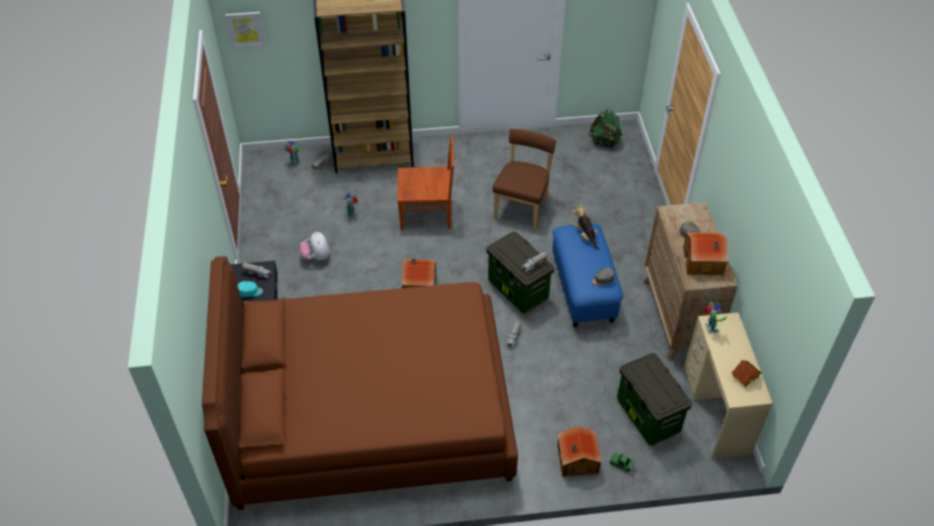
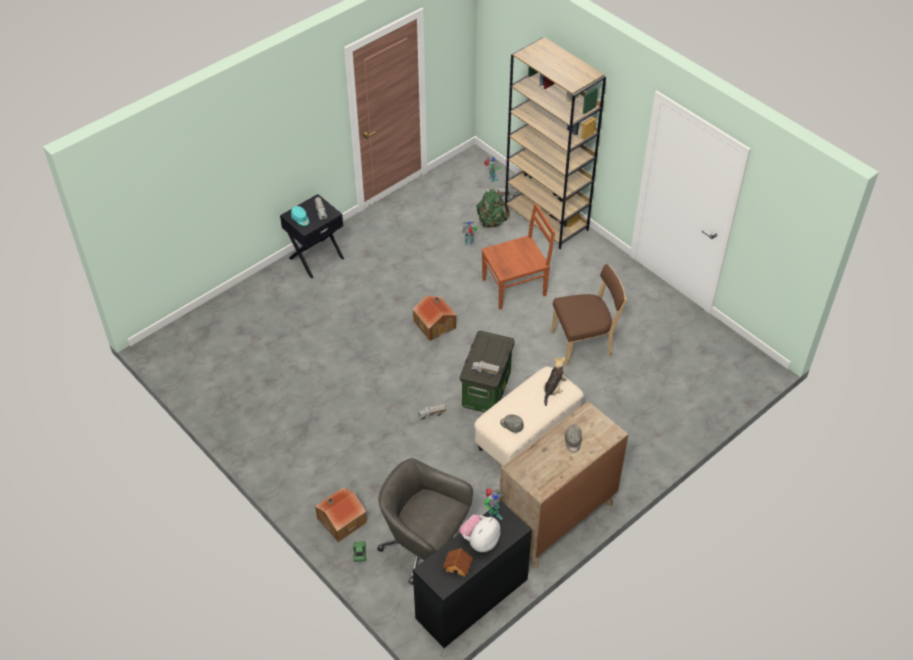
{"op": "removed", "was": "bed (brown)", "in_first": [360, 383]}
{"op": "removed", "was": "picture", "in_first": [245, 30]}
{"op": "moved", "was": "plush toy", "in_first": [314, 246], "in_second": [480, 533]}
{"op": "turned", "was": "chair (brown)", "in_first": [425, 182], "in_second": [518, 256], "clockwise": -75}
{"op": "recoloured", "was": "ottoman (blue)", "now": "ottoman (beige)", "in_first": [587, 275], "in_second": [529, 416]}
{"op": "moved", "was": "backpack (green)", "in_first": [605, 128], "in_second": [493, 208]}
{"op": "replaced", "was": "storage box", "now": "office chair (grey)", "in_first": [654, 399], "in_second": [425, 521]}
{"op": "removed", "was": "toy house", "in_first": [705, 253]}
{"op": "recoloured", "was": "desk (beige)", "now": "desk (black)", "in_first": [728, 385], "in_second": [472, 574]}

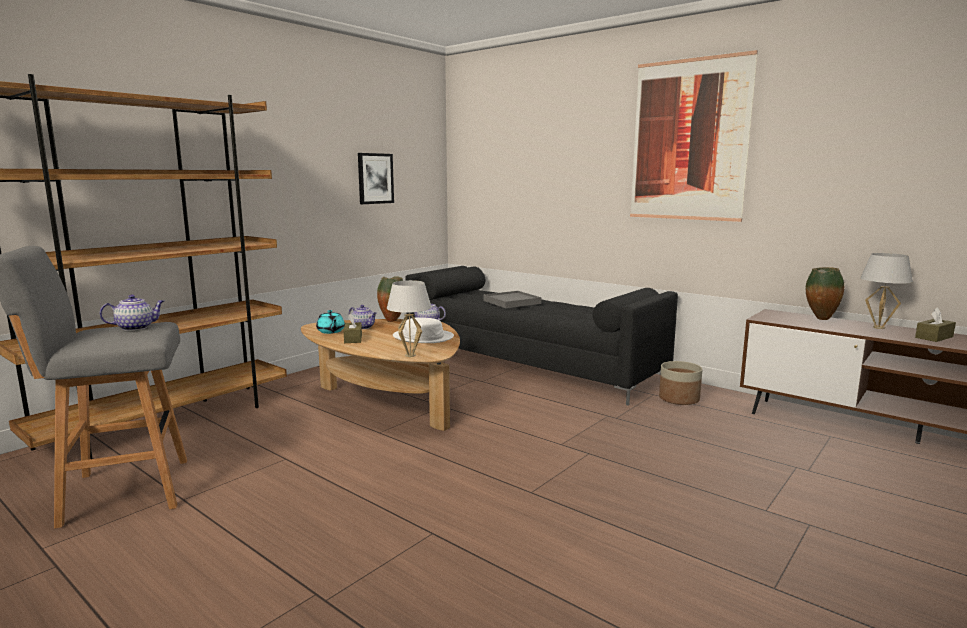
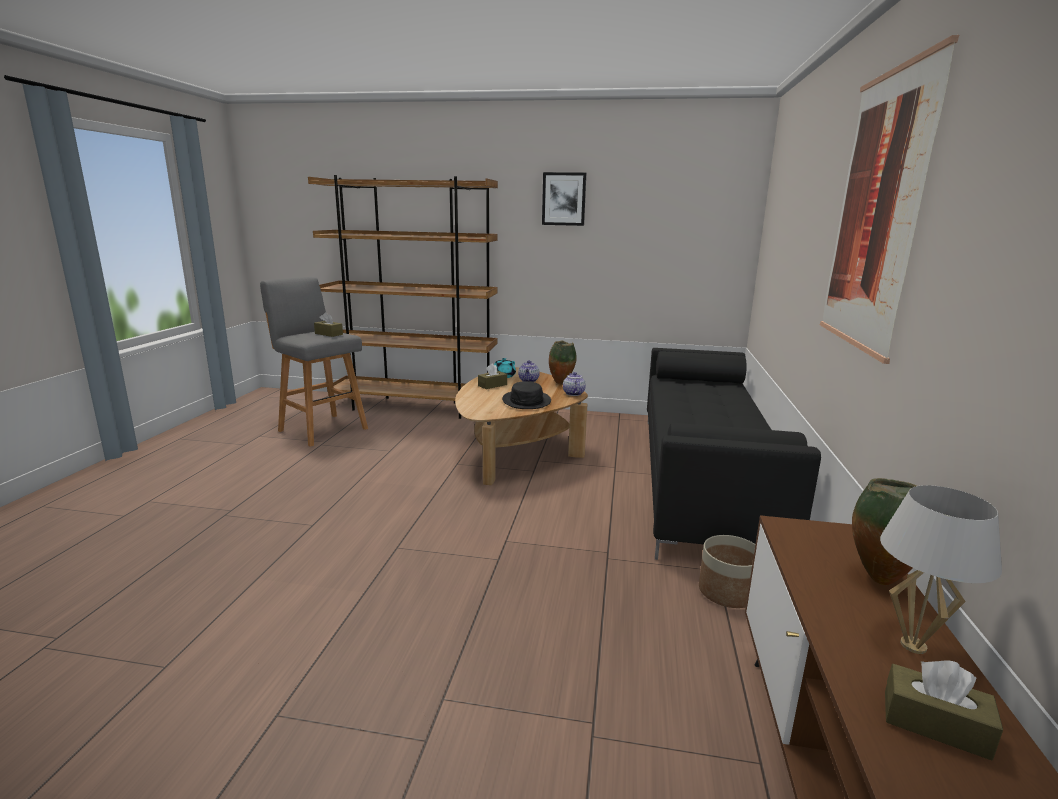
{"op": "replaced", "was": "teapot", "now": "tissue box (brown)", "in_first": [132, 313], "in_second": [328, 324]}
{"op": "moved", "was": "picture", "in_first": [376, 178], "in_second": [564, 199]}
{"op": "removed", "was": "table lamp (white)", "in_first": [409, 318]}
{"op": "recoloured", "was": "hat (white)", "now": "hat (black)", "in_first": [423, 330], "in_second": [526, 395]}
{"op": "removed", "was": "tray (grey)", "in_first": [512, 299]}

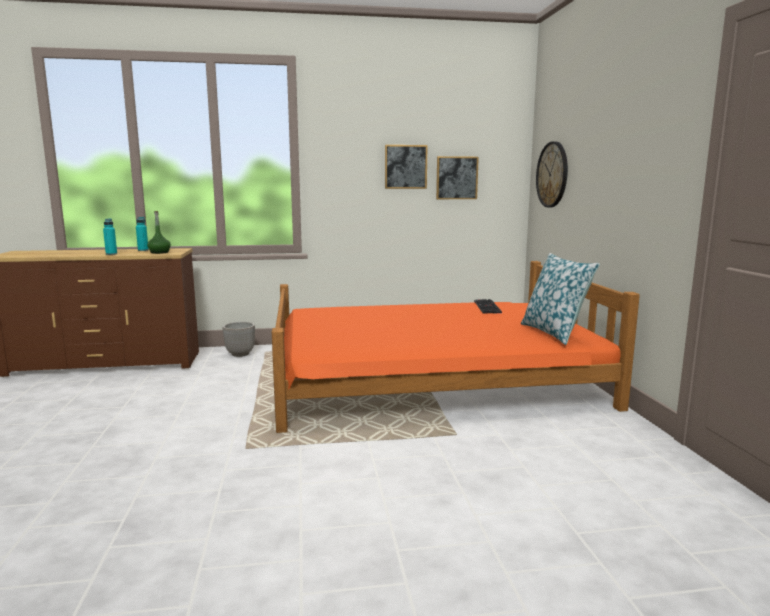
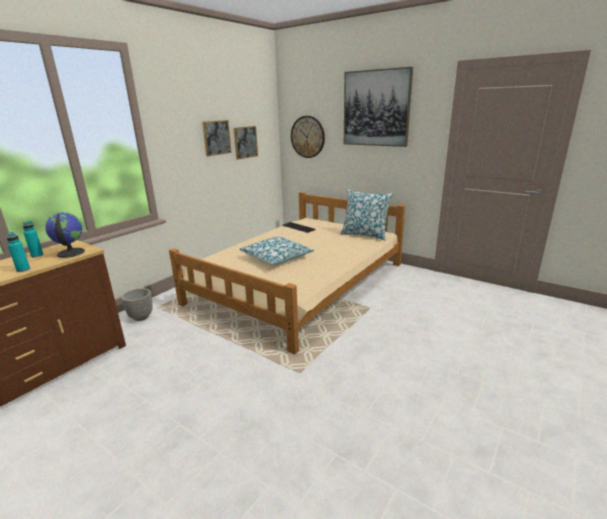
{"op": "replaced", "was": "bottle (green)", "now": "globe", "in_first": [159, 232], "in_second": [65, 235]}
{"op": "recoloured", "was": "bed (orange)", "now": "bed (beige)", "in_first": [456, 347], "in_second": [287, 273]}
{"op": "added", "now": "pillow", "in_second": [276, 251]}
{"op": "added", "now": "picture", "in_second": [378, 107]}

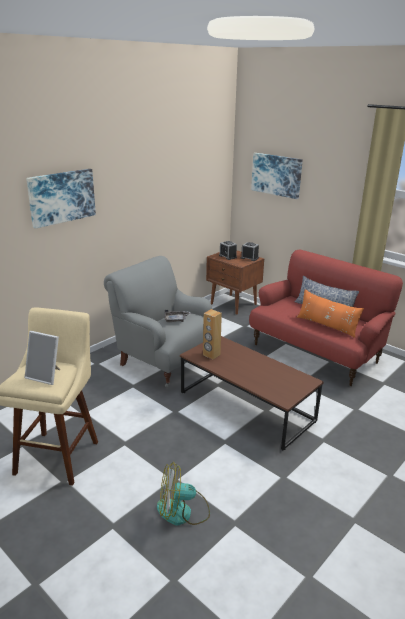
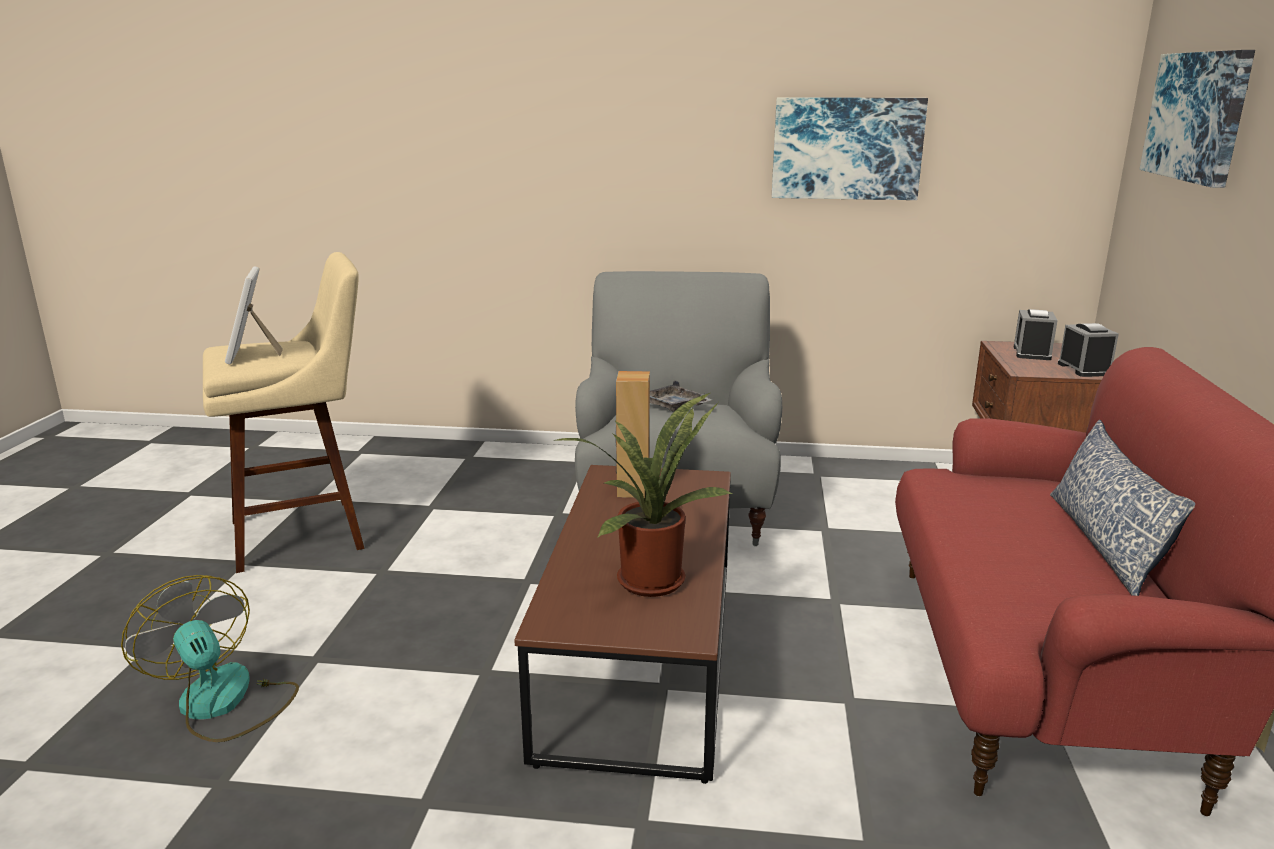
{"op": "moved", "was": "picture", "in_first": [61, 199], "in_second": [850, 148]}
{"op": "removed", "was": "pillow (orange)", "in_first": [330, 313]}
{"op": "added", "now": "potted plant", "in_second": [645, 495]}

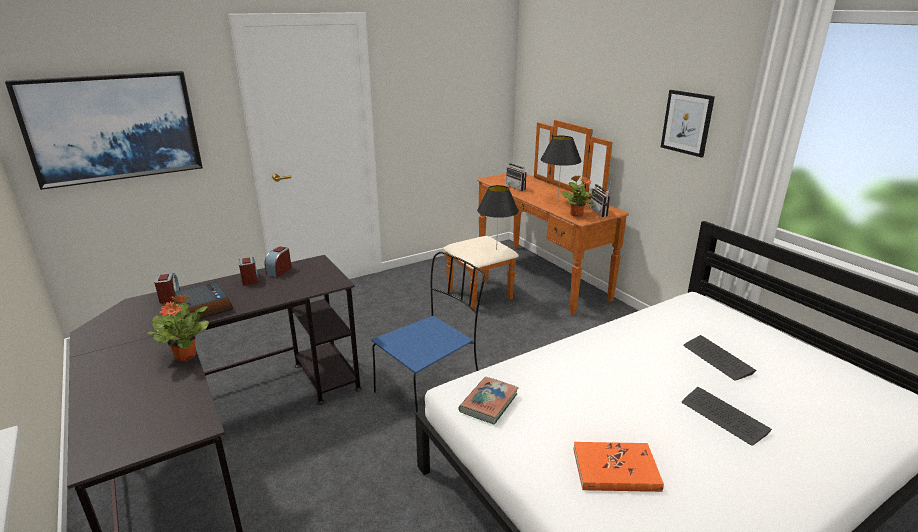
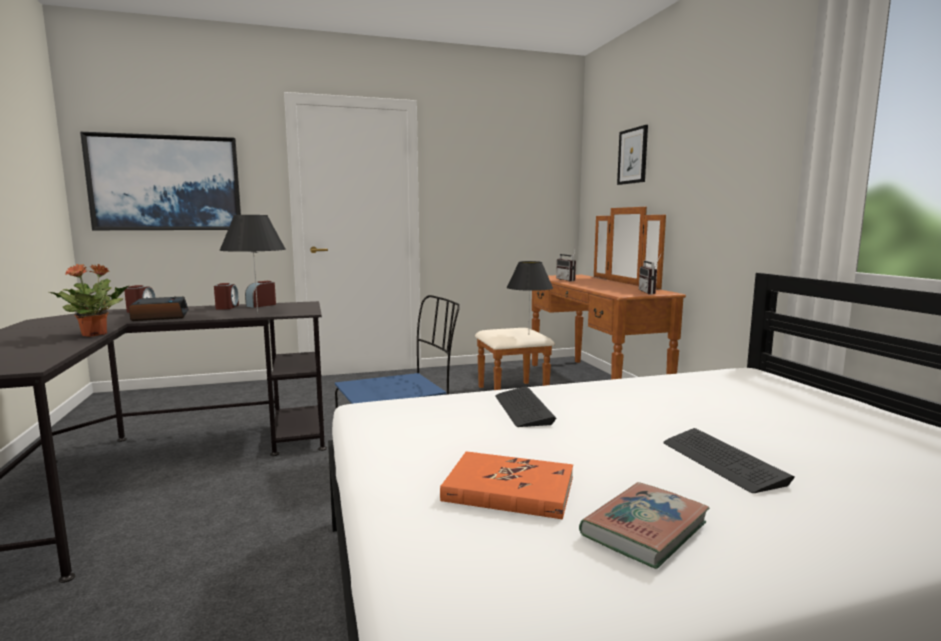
{"op": "moved", "was": "book", "in_first": [488, 401], "in_second": [644, 525]}
{"op": "moved", "was": "table lamp (black)", "in_first": [561, 165], "in_second": [252, 264]}
{"op": "removed", "was": "potted plant", "in_first": [578, 196]}
{"op": "moved", "was": "picture", "in_first": [688, 124], "in_second": [632, 155]}
{"op": "moved", "was": "keyboard", "in_first": [719, 358], "in_second": [526, 406]}

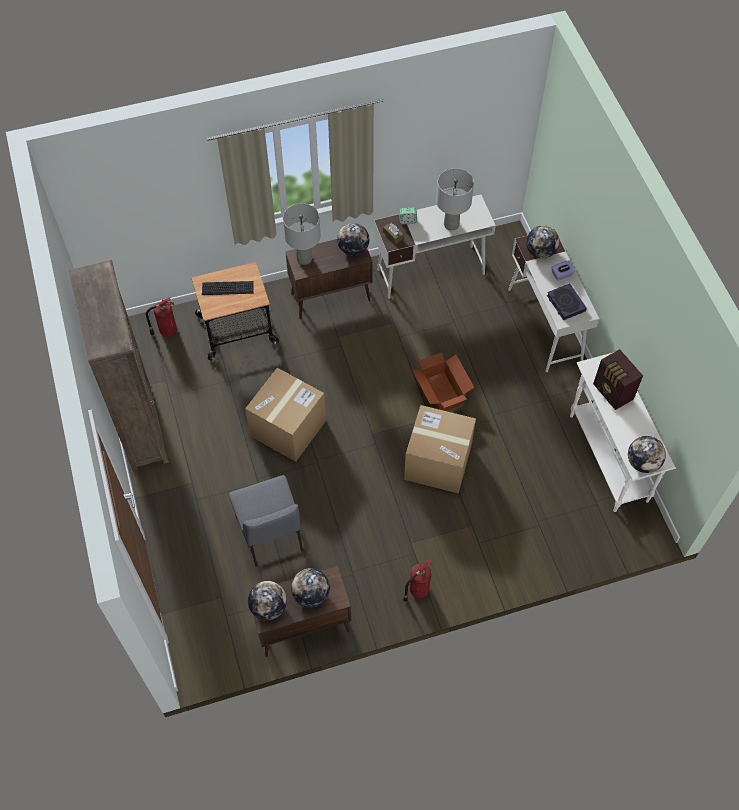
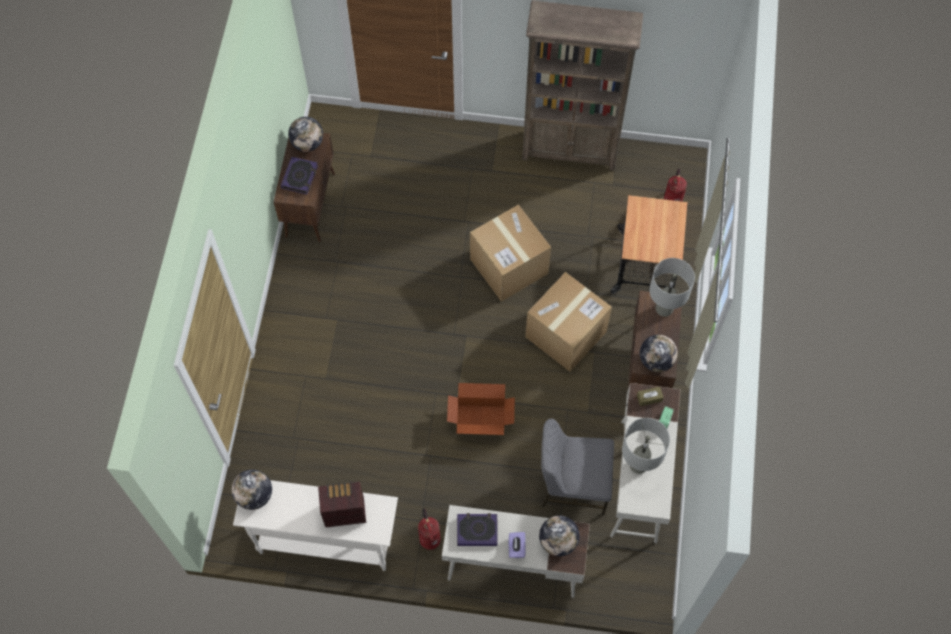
{"op": "removed", "was": "keyboard", "in_first": [228, 288]}
{"op": "moved", "was": "chair (grey)", "in_first": [266, 521], "in_second": [577, 466]}
{"op": "replaced", "was": "globe", "now": "book", "in_first": [310, 588], "in_second": [299, 175]}
{"op": "moved", "was": "fire extinguisher", "in_first": [418, 580], "in_second": [429, 529]}
{"op": "moved", "was": "cardboard box", "in_first": [440, 449], "in_second": [568, 322]}

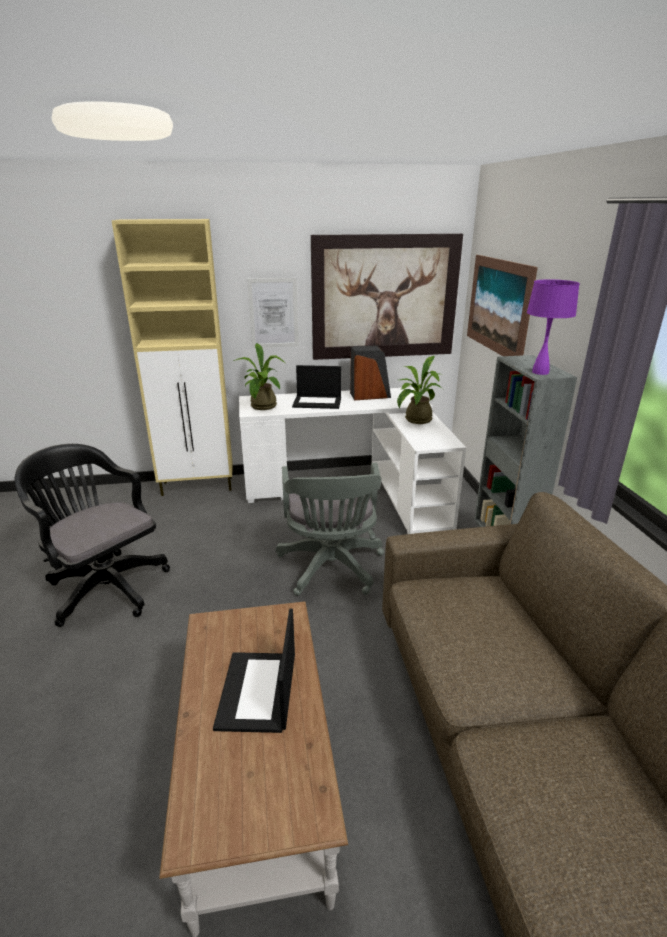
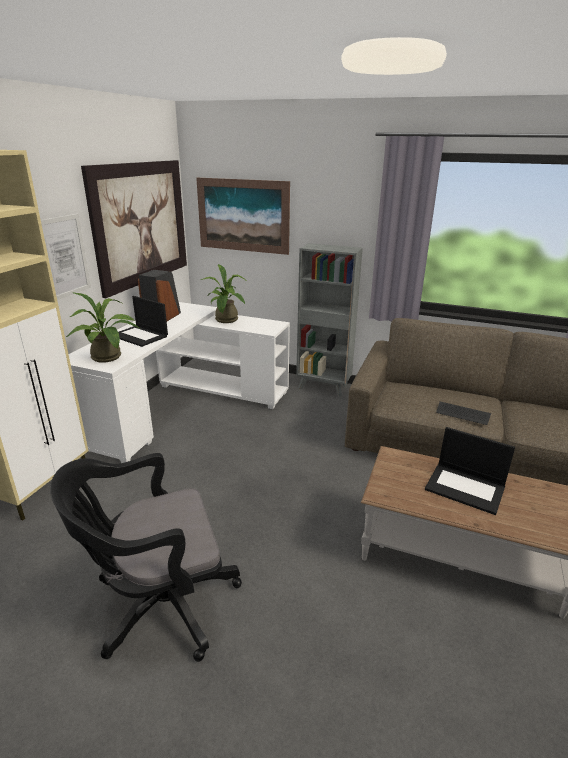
{"op": "removed", "was": "office chair (grey)", "in_first": [330, 529]}
{"op": "turned", "was": "laptop", "in_first": [316, 387], "in_second": [143, 321], "clockwise": 90}
{"op": "removed", "was": "table lamp (purple)", "in_first": [553, 327]}
{"op": "added", "now": "keyboard", "in_second": [463, 413]}

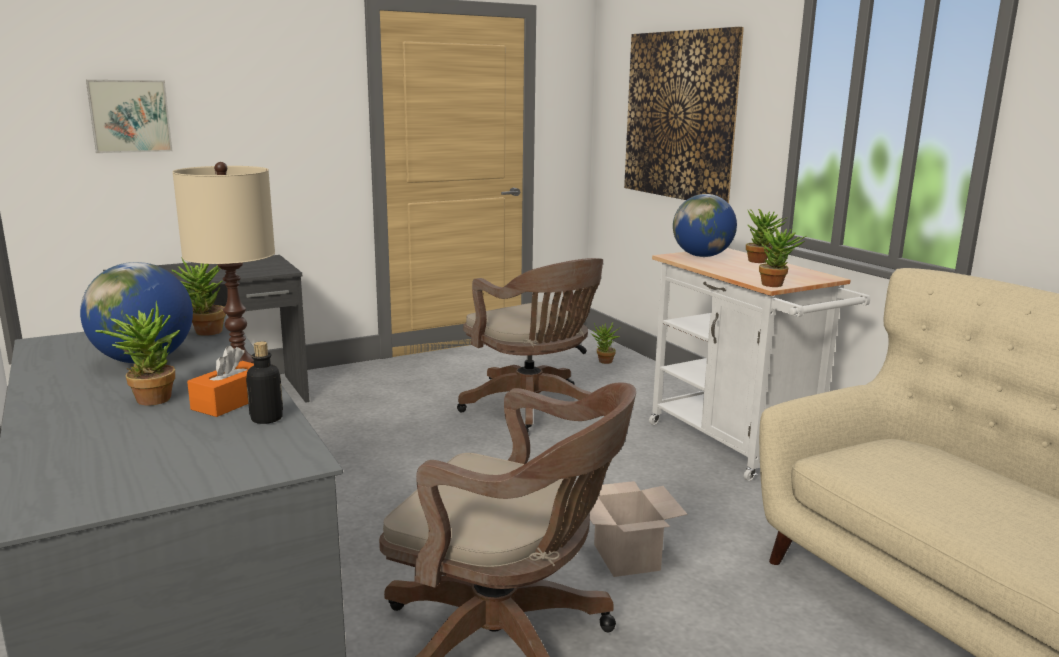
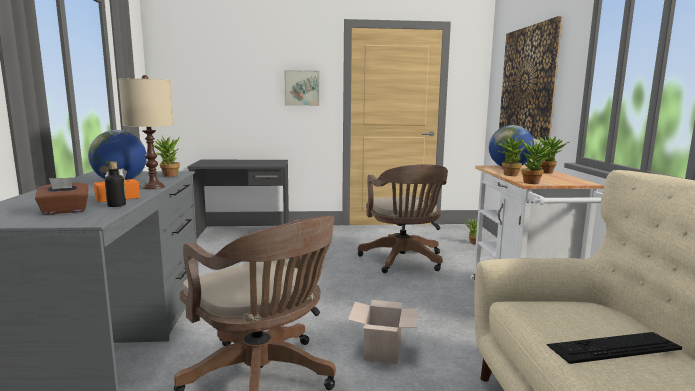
{"op": "moved", "was": "picture", "in_first": [129, 116], "in_second": [301, 88]}
{"op": "moved", "was": "potted plant", "in_first": [138, 353], "in_second": [510, 155]}
{"op": "added", "now": "tissue box (brown)", "in_second": [62, 195]}
{"op": "added", "now": "keyboard", "in_second": [614, 348]}

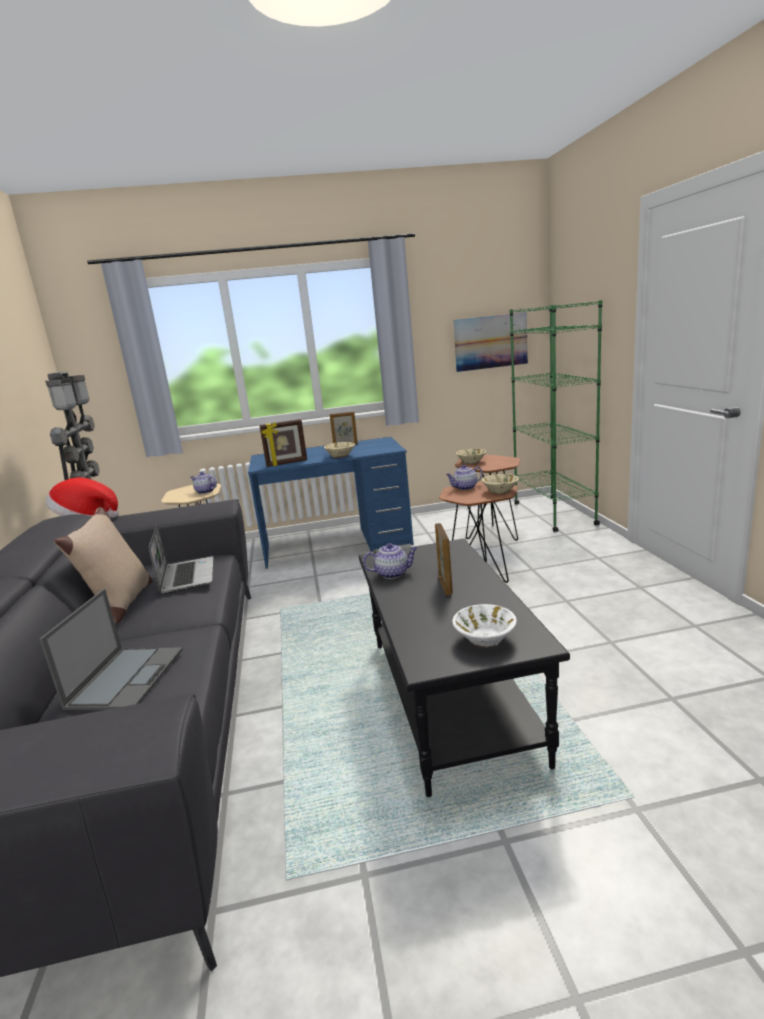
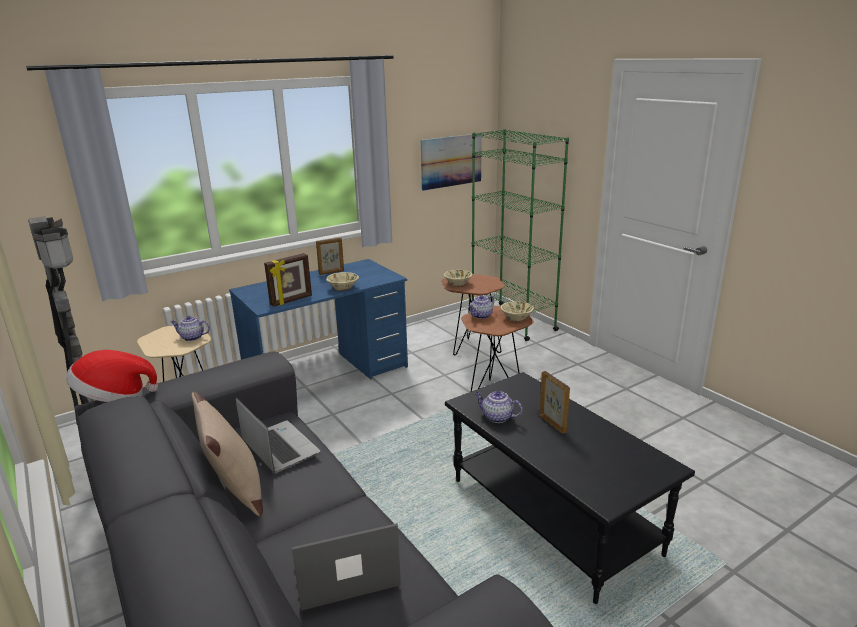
{"op": "turned", "was": "laptop", "in_first": [111, 649], "in_second": [346, 567], "clockwise": -90}
{"op": "turned", "was": "teapot", "in_first": [390, 561], "in_second": [498, 407], "clockwise": -120}
{"op": "removed", "was": "bowl (white)", "in_first": [484, 625]}

